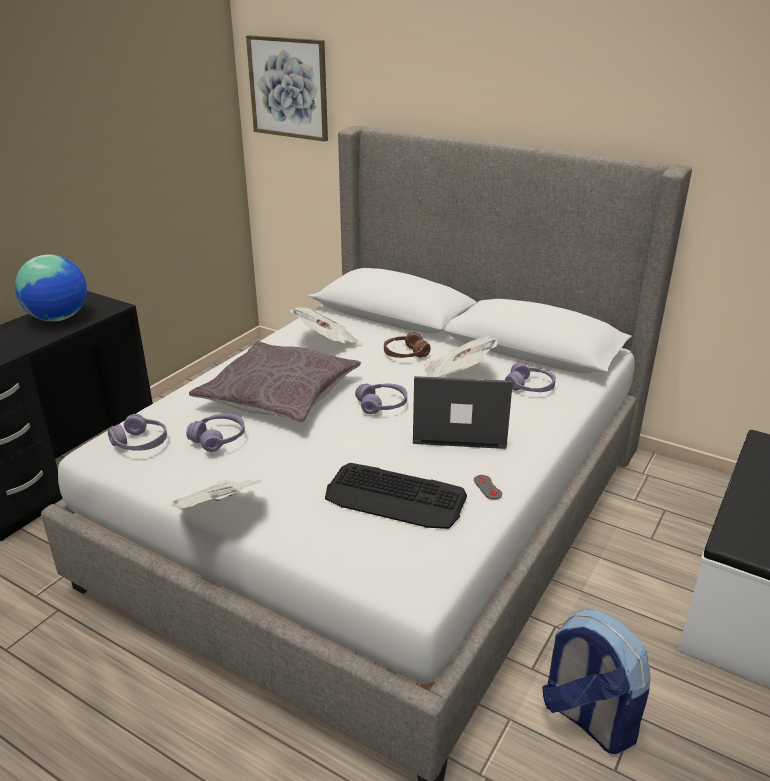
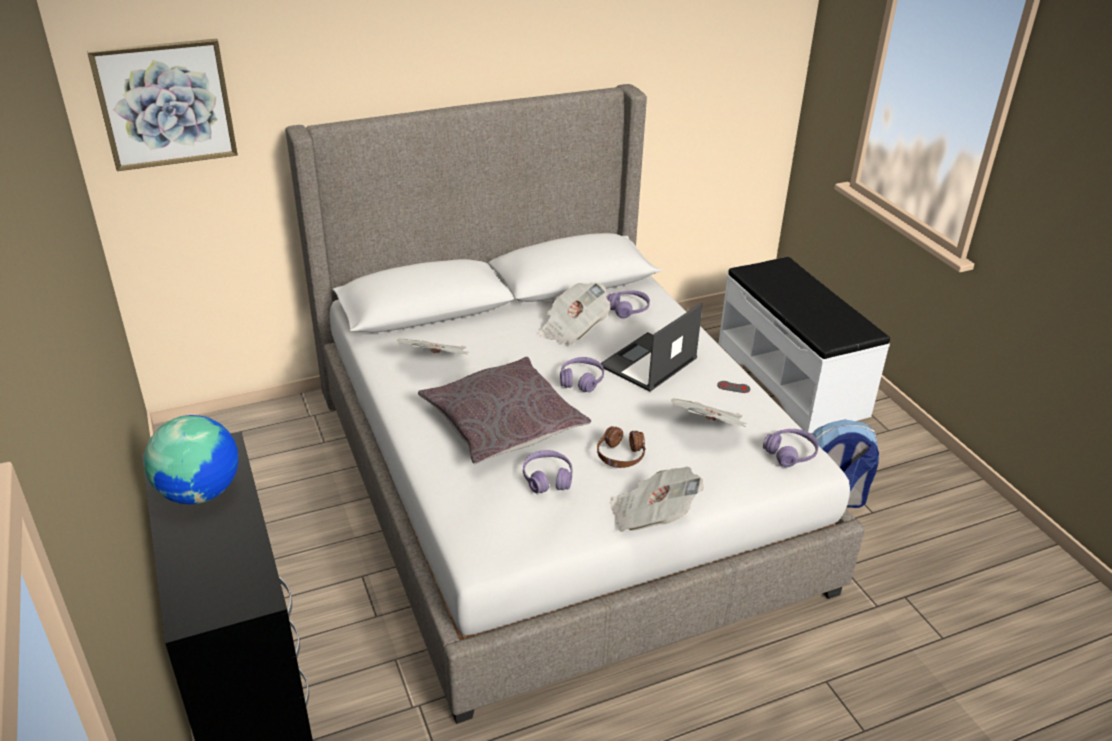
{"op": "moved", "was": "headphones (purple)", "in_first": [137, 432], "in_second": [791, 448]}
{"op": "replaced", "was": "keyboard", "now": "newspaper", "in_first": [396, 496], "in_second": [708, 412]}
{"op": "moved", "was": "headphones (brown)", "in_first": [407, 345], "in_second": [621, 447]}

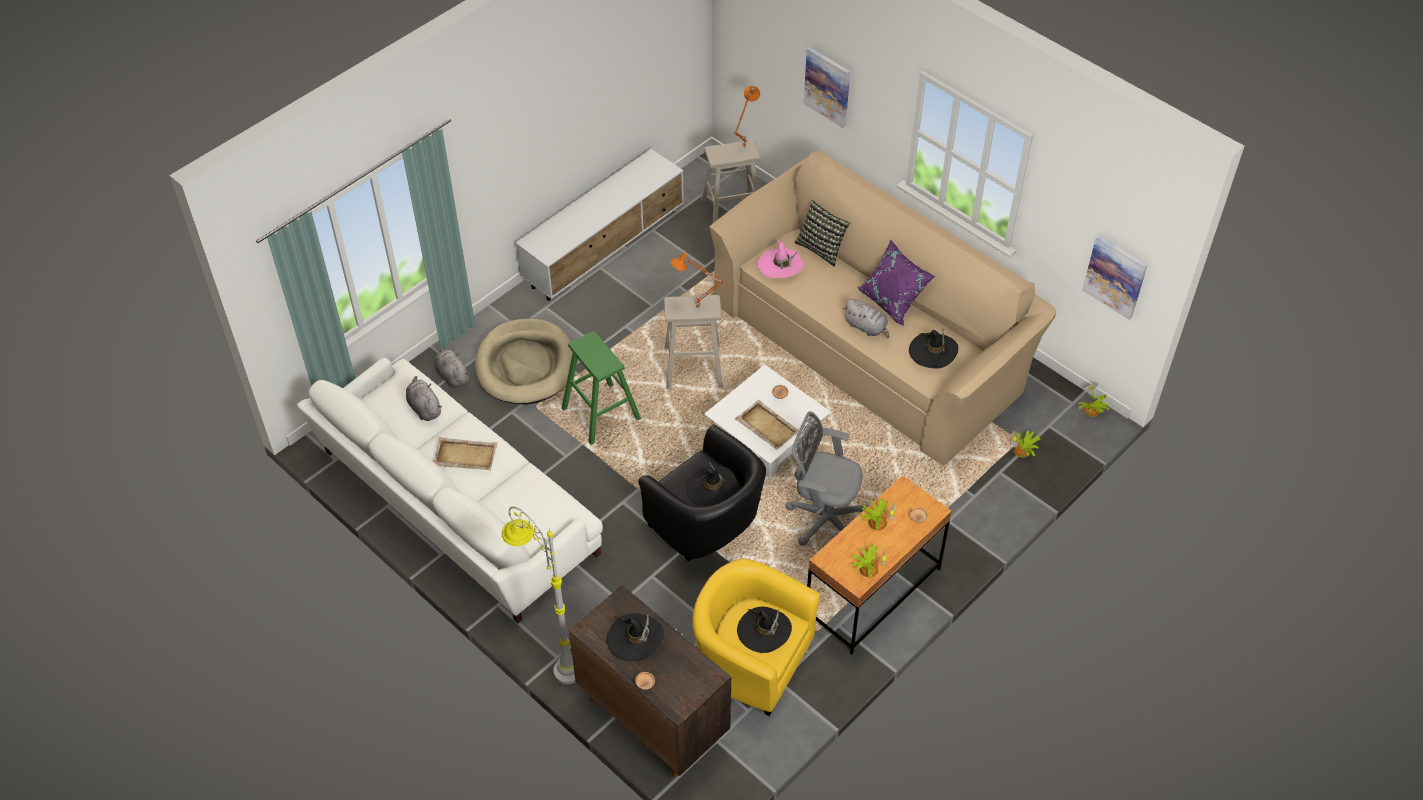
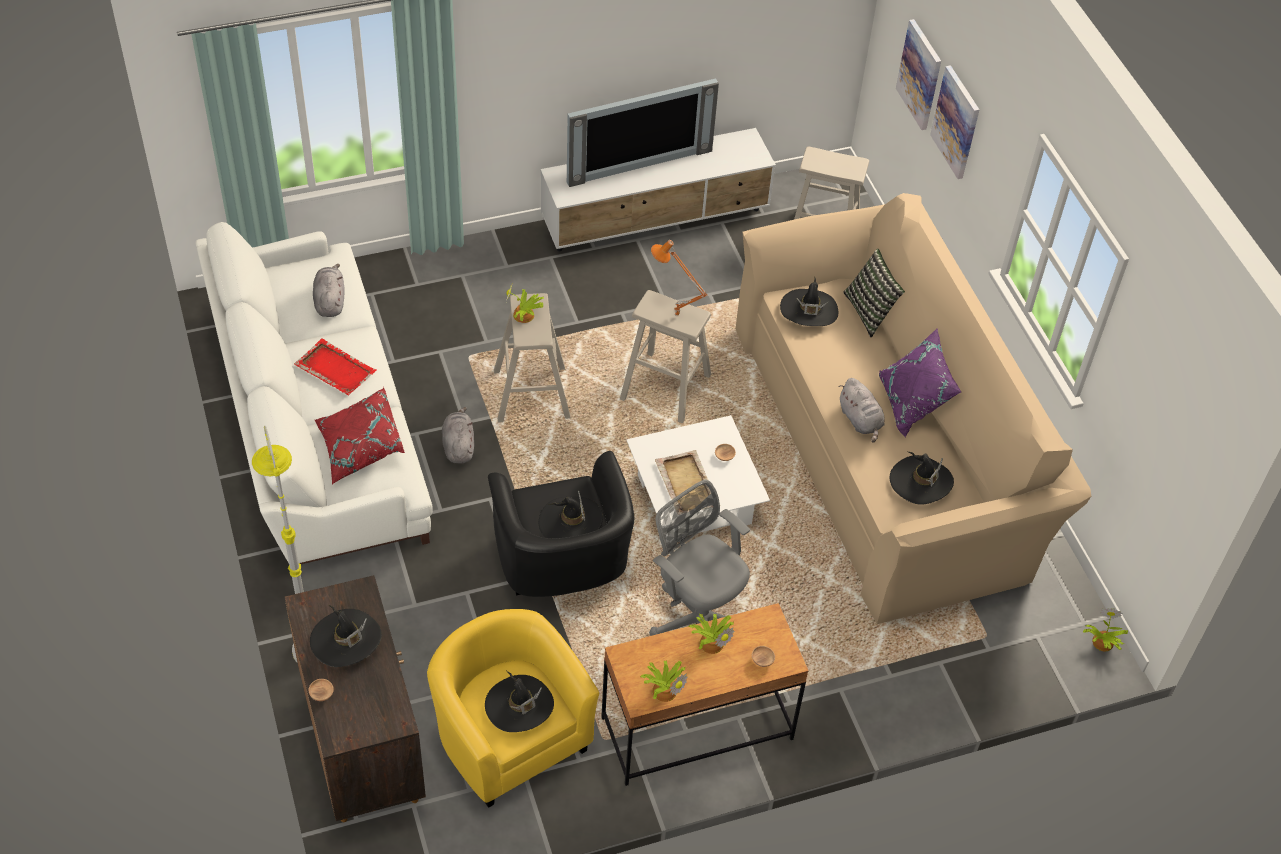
{"op": "recoloured", "was": "tray (beige)", "now": "tray (red)", "in_first": [466, 453], "in_second": [335, 366]}
{"op": "moved", "was": "plush toy (grey)", "in_first": [452, 367], "in_second": [458, 435]}
{"op": "removed", "was": "dog bed (beige)", "in_first": [524, 361]}
{"op": "recoloured", "was": "stool (green)", "now": "stool (beige)", "in_first": [601, 388], "in_second": [532, 358]}
{"op": "removed", "was": "table lamp (orange)", "in_first": [747, 116]}
{"op": "recoloured", "was": "hat (pink)", "now": "hat (black)", "in_first": [781, 258], "in_second": [809, 302]}
{"op": "moved", "was": "potted plant", "in_first": [1025, 443], "in_second": [525, 303]}
{"op": "moved", "was": "picture", "in_first": [1115, 277], "in_second": [918, 74]}
{"op": "added", "now": "pillow (red)", "in_second": [360, 435]}
{"op": "added", "now": "television", "in_second": [643, 132]}

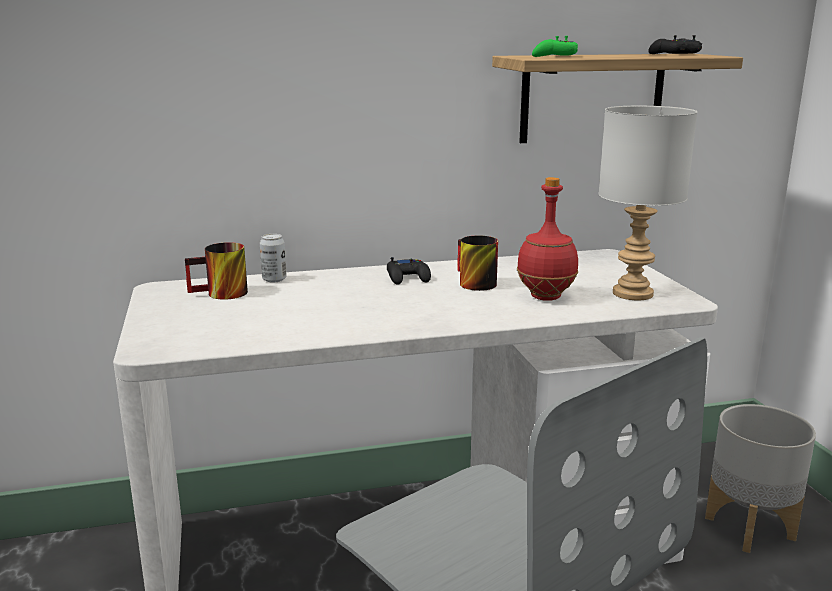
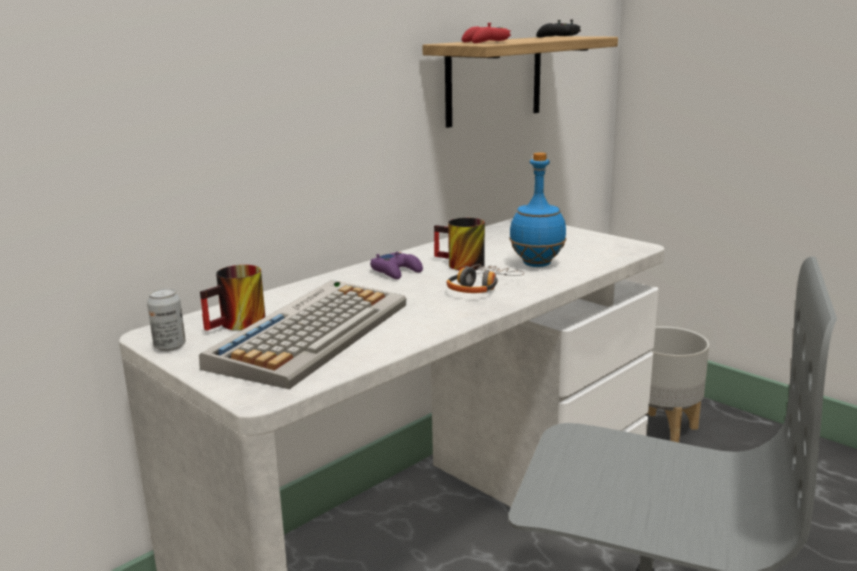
{"op": "moved", "was": "can", "in_first": [273, 258], "in_second": [166, 319]}
{"op": "recoloured", "was": "game controller (black)", "now": "game controller (purple)", "in_first": [409, 271], "in_second": [396, 265]}
{"op": "recoloured", "was": "bottle (red)", "now": "bottle (blue)", "in_first": [547, 239], "in_second": [537, 209]}
{"op": "recoloured", "was": "game controller (green)", "now": "game controller (red)", "in_first": [555, 46], "in_second": [486, 33]}
{"op": "removed", "was": "table lamp (grey)", "in_first": [648, 203]}
{"op": "added", "now": "keyboard", "in_second": [302, 334]}
{"op": "added", "now": "headphones", "in_second": [485, 279]}

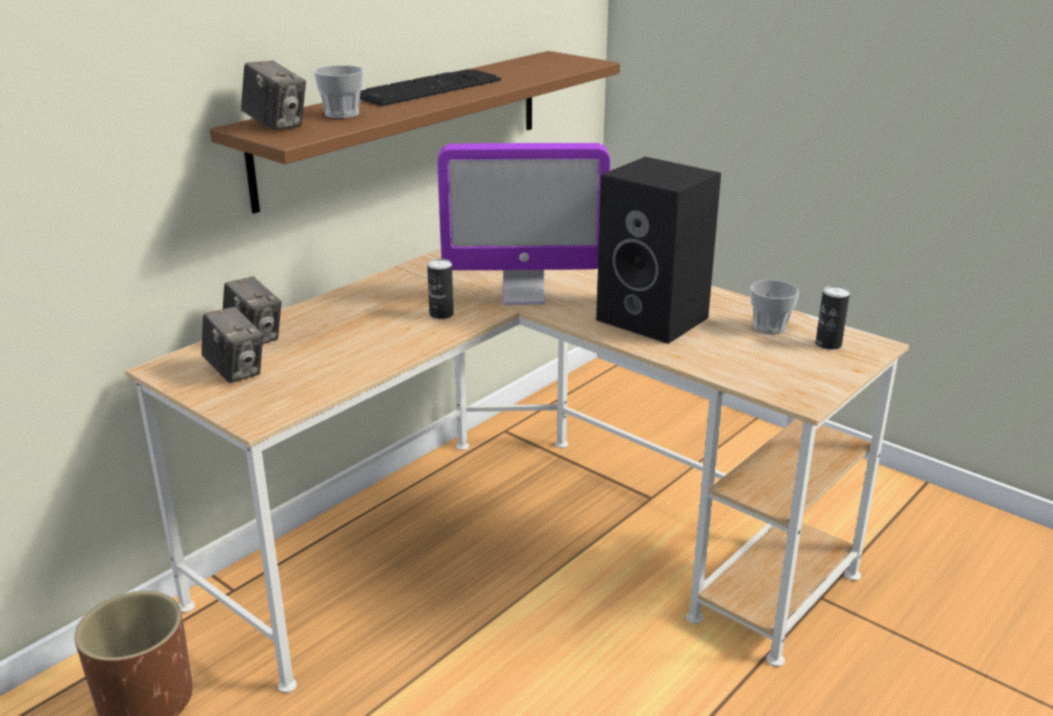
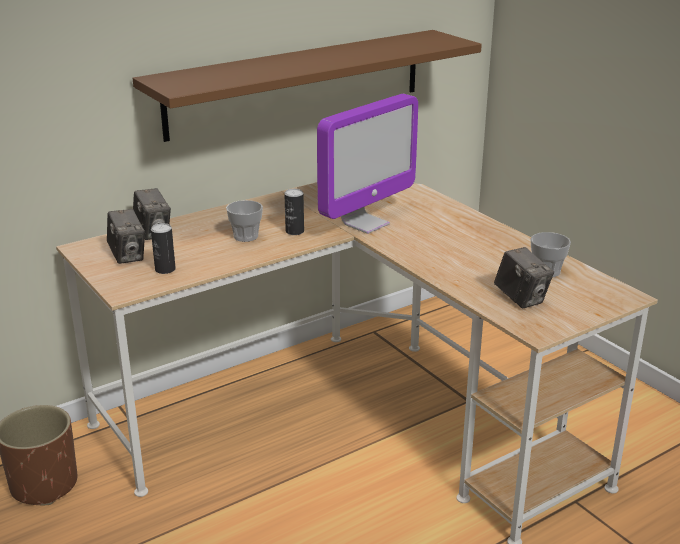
{"op": "moved", "was": "photo camera", "in_first": [273, 95], "in_second": [524, 277]}
{"op": "moved", "was": "cup", "in_first": [338, 92], "in_second": [244, 221]}
{"op": "removed", "was": "keyboard", "in_first": [430, 87]}
{"op": "turned", "was": "monitor", "in_first": [524, 224], "in_second": [367, 164], "clockwise": -60}
{"op": "removed", "was": "speaker (black)", "in_first": [658, 250]}
{"op": "moved", "was": "can", "in_first": [833, 318], "in_second": [163, 248]}

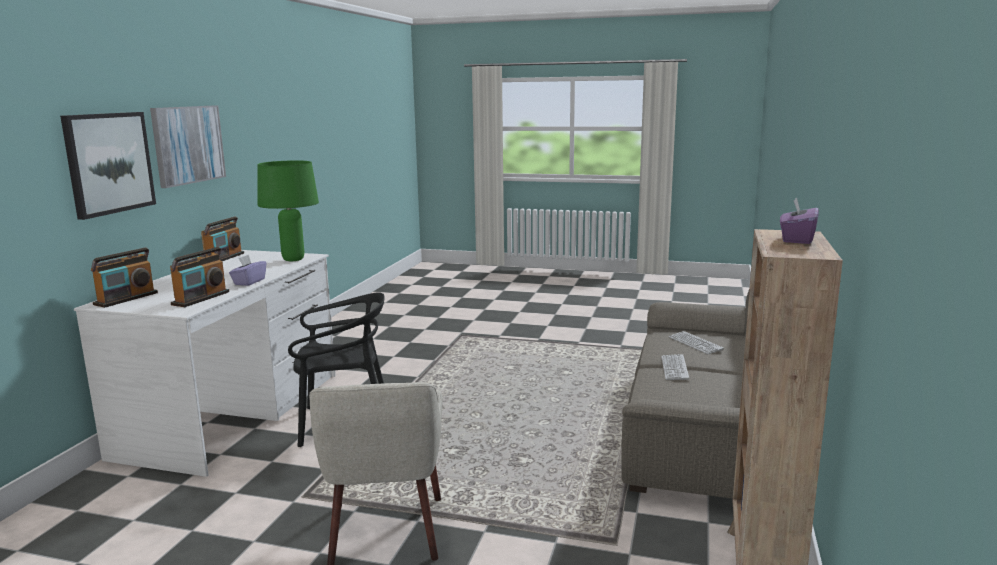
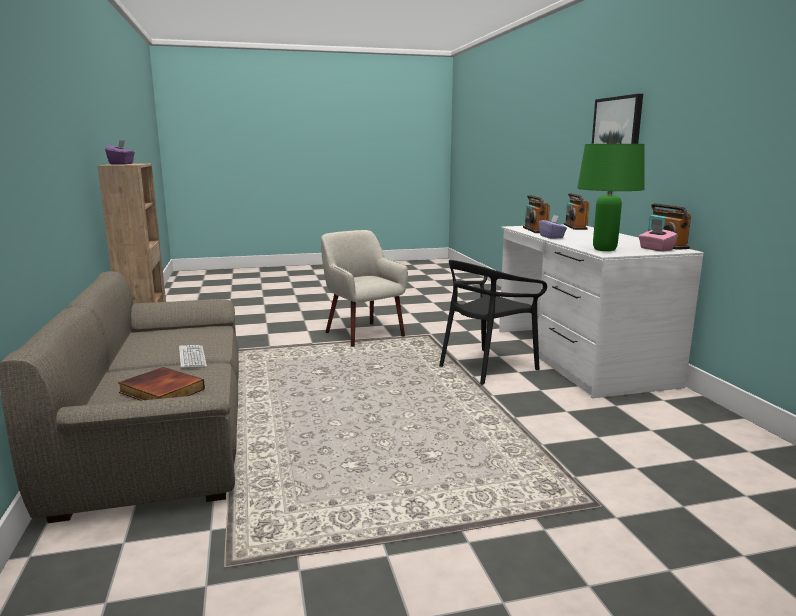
{"op": "removed", "was": "picture", "in_first": [188, 146]}
{"op": "replaced", "was": "keyboard", "now": "book", "in_first": [696, 342], "in_second": [161, 384]}
{"op": "added", "now": "tissue box (pink)", "in_second": [658, 238]}

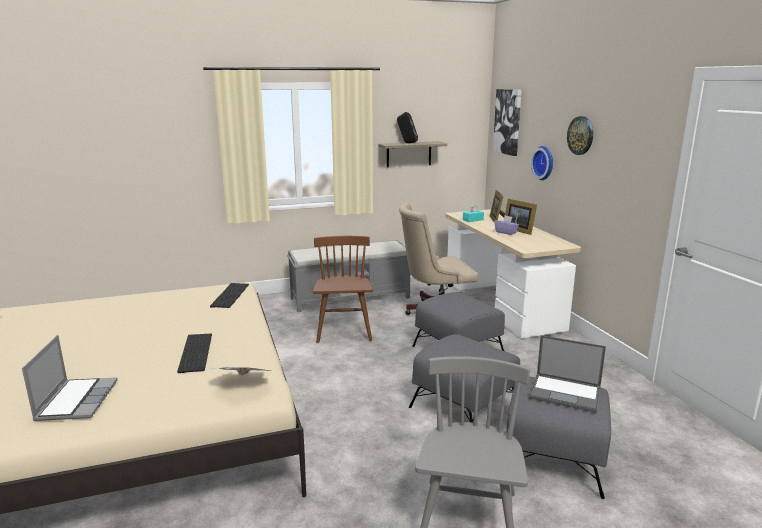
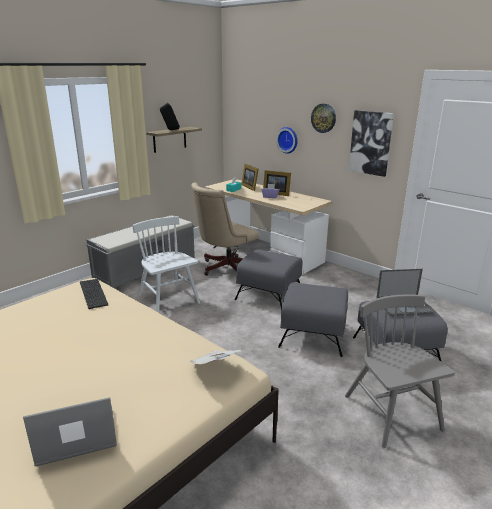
{"op": "turned", "was": "laptop", "in_first": [70, 378], "in_second": [70, 431], "clockwise": -75}
{"op": "removed", "was": "keyboard", "in_first": [194, 353]}
{"op": "recoloured", "was": "chair (brown)", "now": "chair (white)", "in_first": [343, 289], "in_second": [166, 264]}
{"op": "moved", "was": "picture", "in_first": [507, 122], "in_second": [371, 143]}

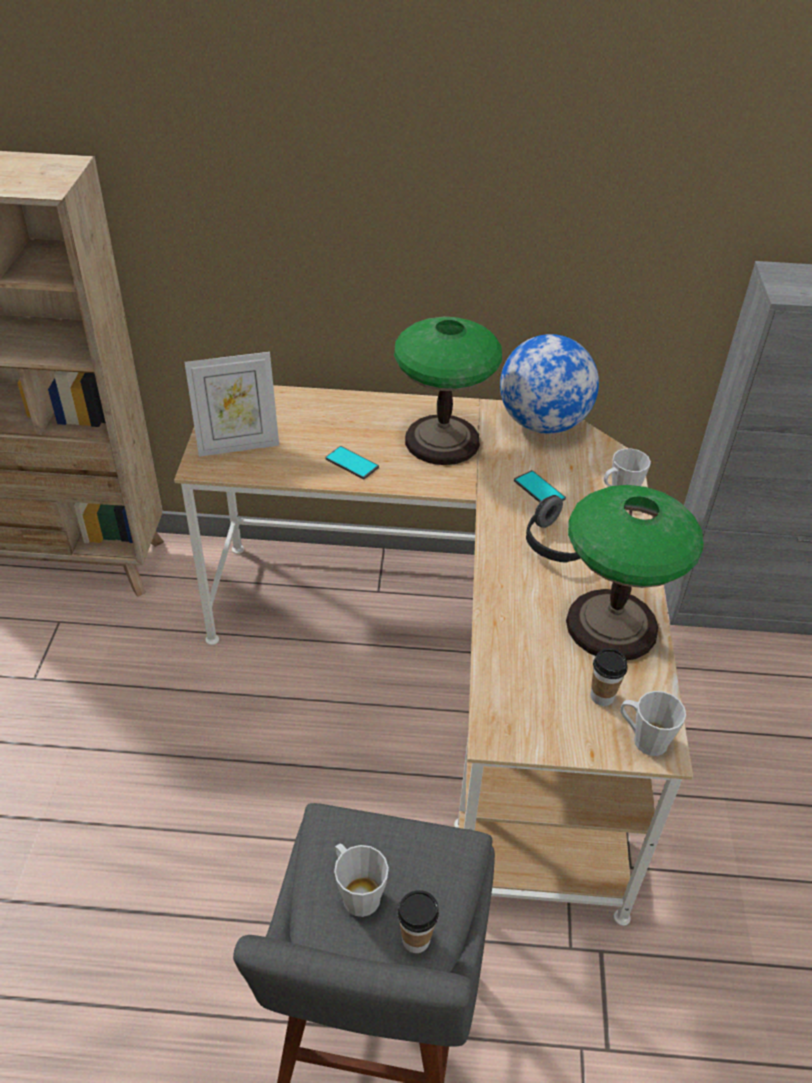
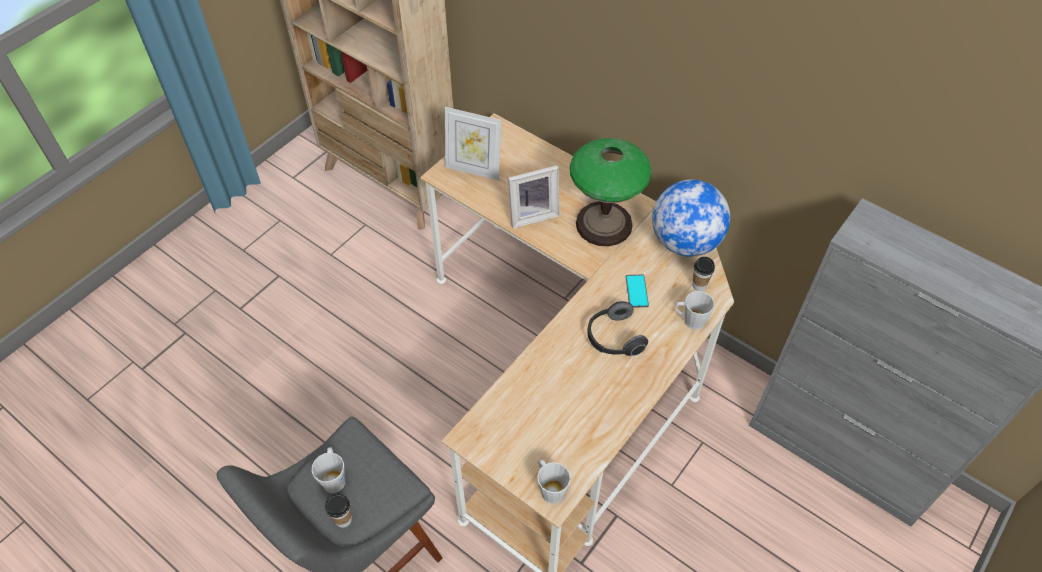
{"op": "replaced", "was": "phone", "now": "picture frame", "in_first": [352, 462], "in_second": [534, 196]}
{"op": "removed", "was": "table lamp", "in_first": [635, 572]}
{"op": "moved", "was": "cup", "in_first": [609, 677], "in_second": [703, 274]}

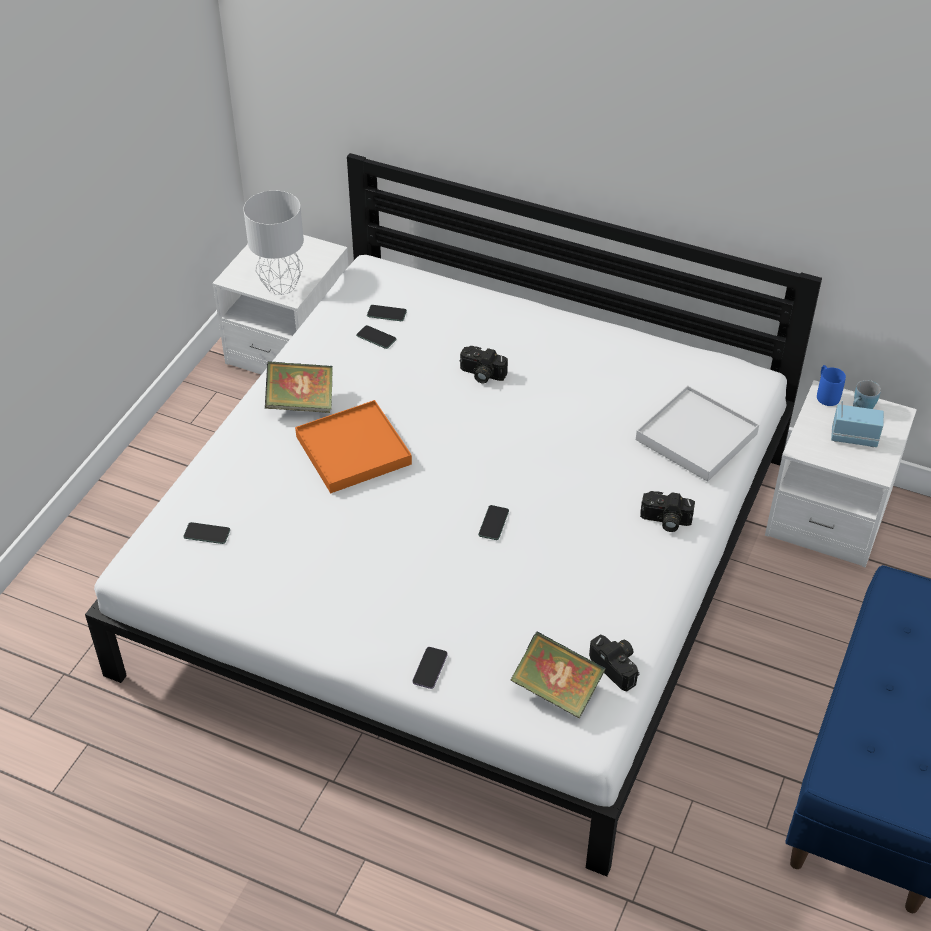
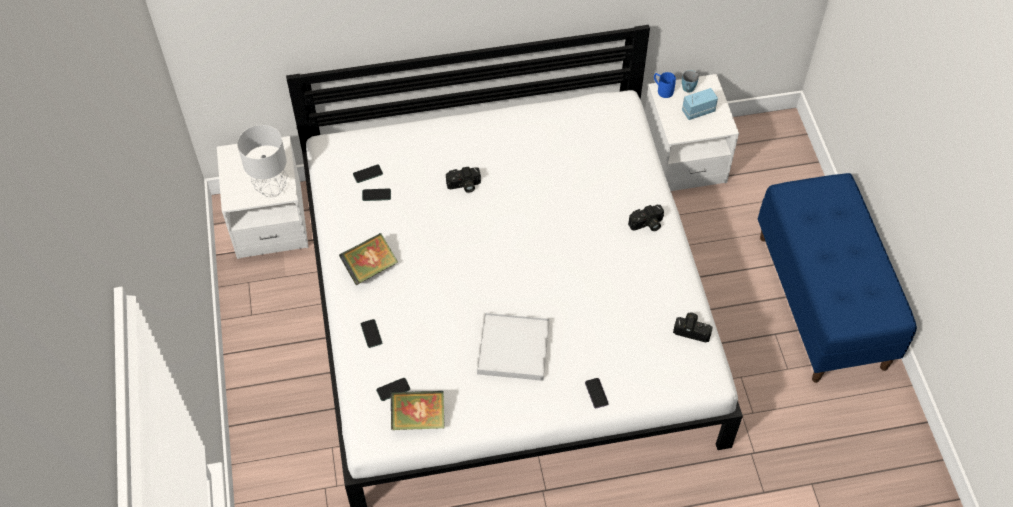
{"op": "removed", "was": "tray (orange)", "in_first": [353, 446]}
{"op": "moved", "was": "phone", "in_first": [493, 522], "in_second": [371, 333]}
{"op": "moved", "was": "book", "in_first": [558, 674], "in_second": [418, 410]}
{"op": "moved", "was": "tray (white)", "in_first": [697, 433], "in_second": [513, 346]}

